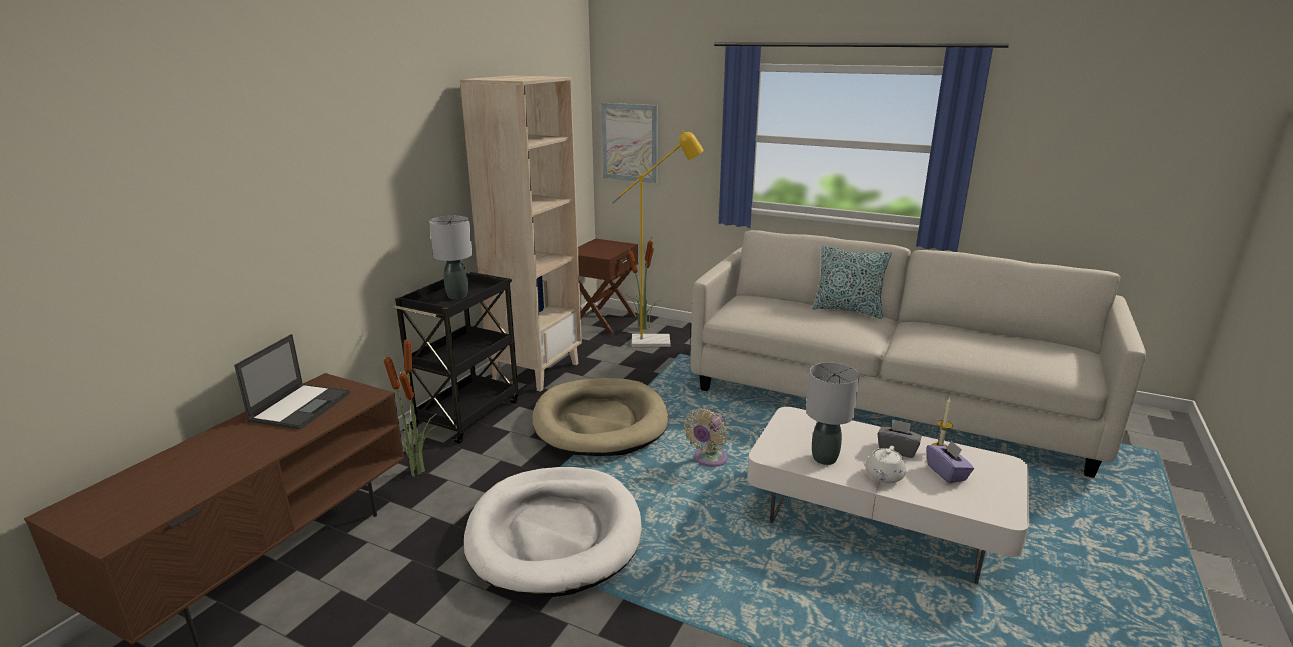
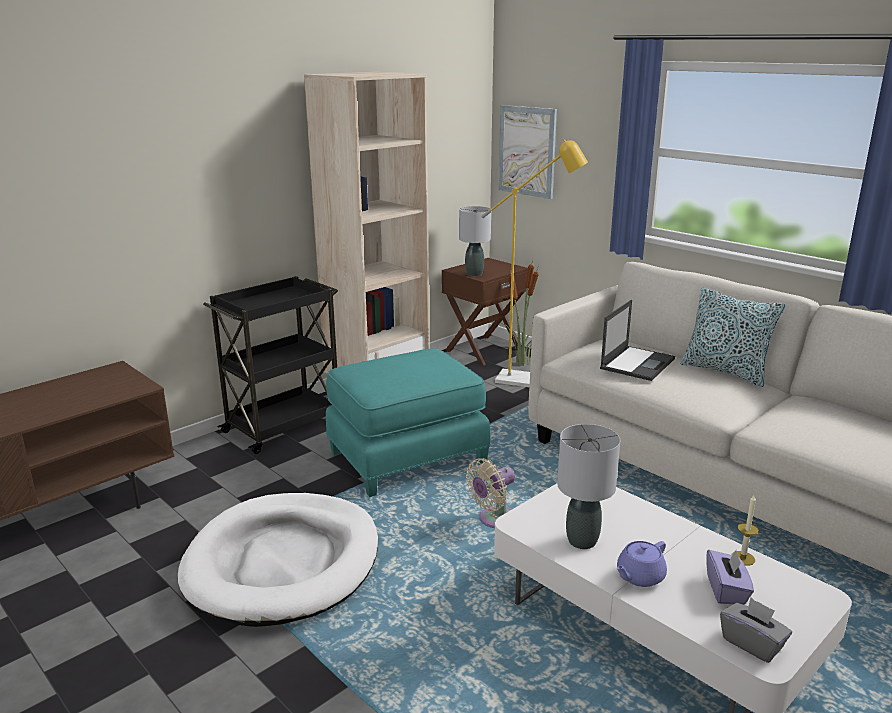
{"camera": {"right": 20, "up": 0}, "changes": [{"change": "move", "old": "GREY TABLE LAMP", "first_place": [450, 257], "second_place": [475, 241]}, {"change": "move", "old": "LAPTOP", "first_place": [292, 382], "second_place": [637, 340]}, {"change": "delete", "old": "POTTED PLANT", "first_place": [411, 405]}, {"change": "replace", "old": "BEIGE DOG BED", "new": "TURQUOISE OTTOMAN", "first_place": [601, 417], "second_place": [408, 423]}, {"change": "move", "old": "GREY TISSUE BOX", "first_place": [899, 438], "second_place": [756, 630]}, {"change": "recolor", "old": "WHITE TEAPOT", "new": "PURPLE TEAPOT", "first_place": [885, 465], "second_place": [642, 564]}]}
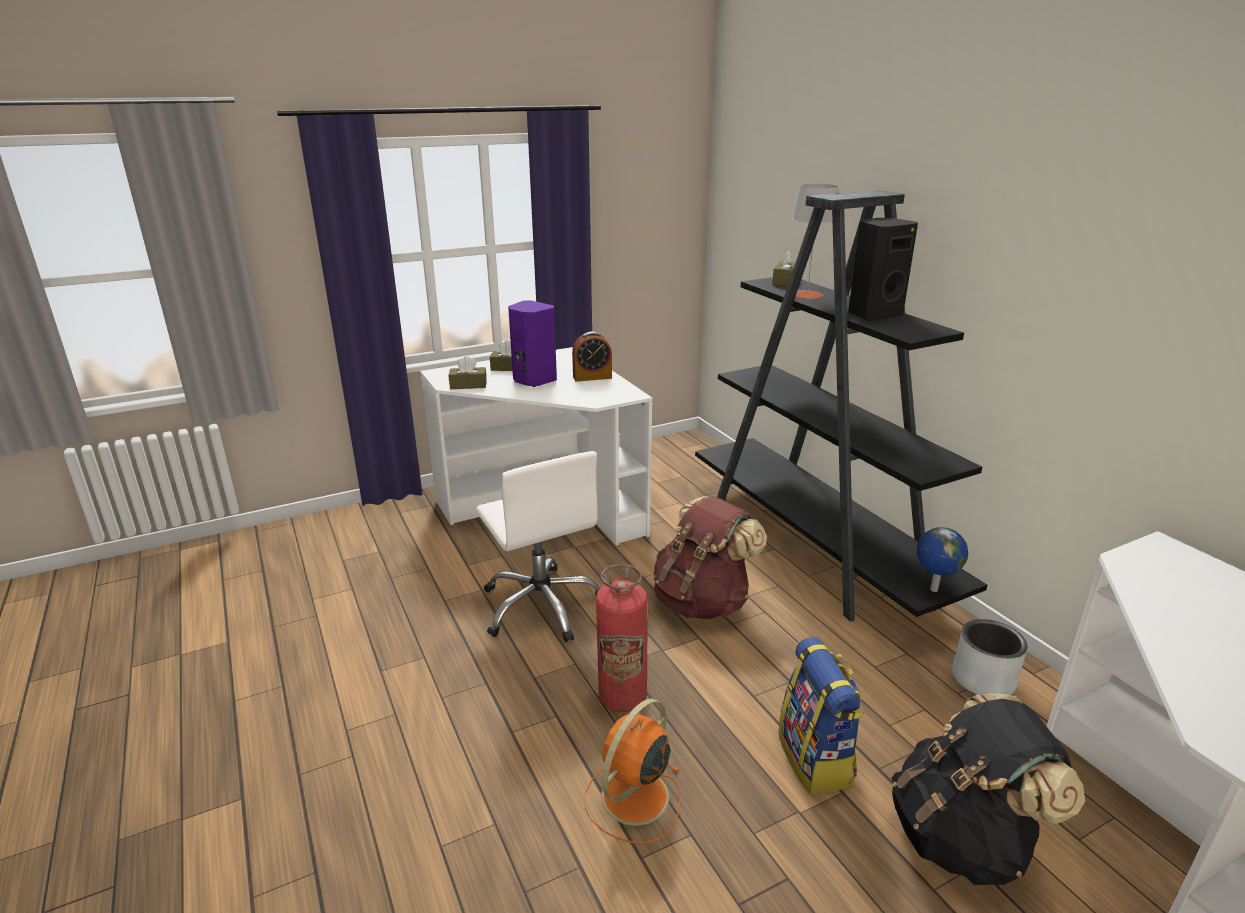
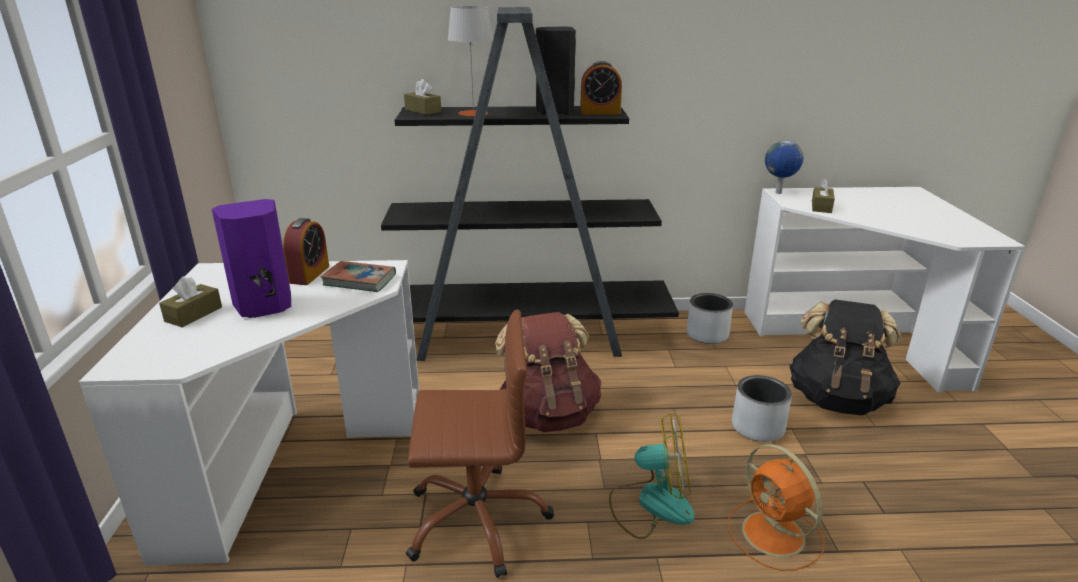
{"camera": {"right": -65, "up": 0}, "changes": [{"change": "move", "old": "BROWN TISSUE BOX", "first_place": [468, 372], "second_place": [823, 196]}, {"change": "recolor", "old": "WHITE OFFICE CHAIR", "new": "BROWN OFFICE CHAIR", "first_place": [538, 546], "second_place": [480, 444]}, {"change": "move", "old": "GLOBE", "first_place": [942, 559], "second_place": [784, 167]}, {"change": "replace", "old": "FIRE EXTINGUISHER", "new": "FAN", "first_place": [622, 638], "second_place": [652, 476]}, {"change": "replace", "old": "BACKPACK", "new": "GREY PLANTER", "first_place": [821, 715], "second_place": [762, 408]}, {"change": "insert", "new": "ALARM CLOCK", "second_place": [601, 87]}, {"change": "insert", "new": "BOOK", "second_place": [358, 276]}]}
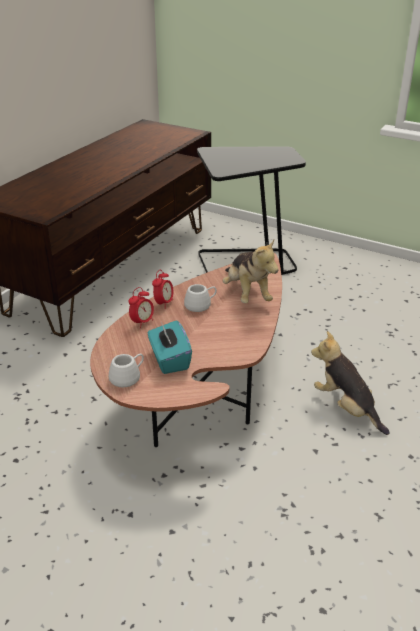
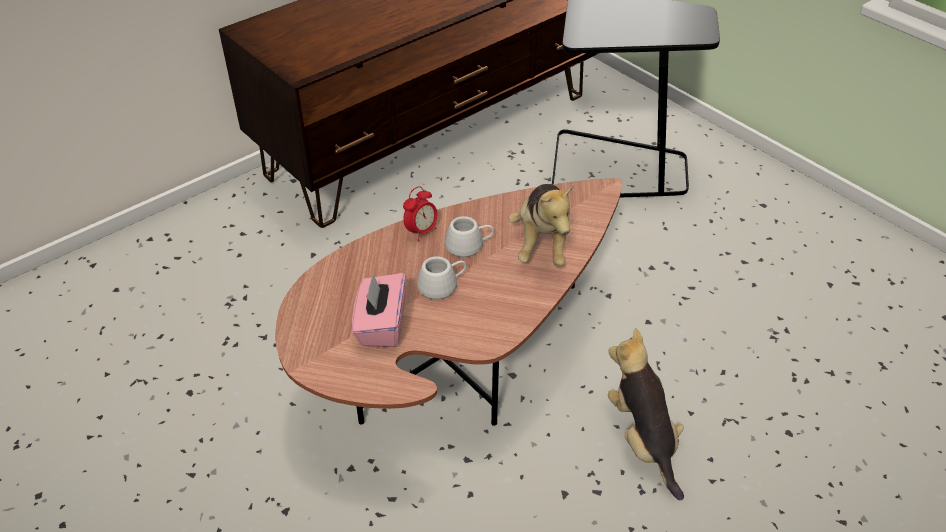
{"camera": {"right": 20, "up": 10}, "changes": [{"change": "delete", "old": "ALARM CLOCK", "first_place": [141, 307]}, {"change": "recolor", "old": "TURQUOISE TISSUE BOX", "new": "PINK TISSUE BOX", "first_place": [170, 347], "second_place": [379, 310]}, {"change": "move", "old": "WHITE MUG", "first_place": [126, 370], "second_place": [441, 278]}]}
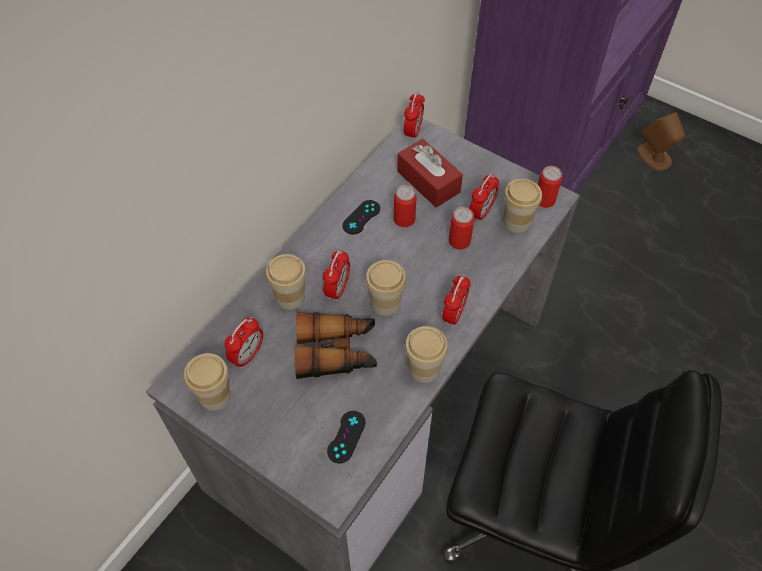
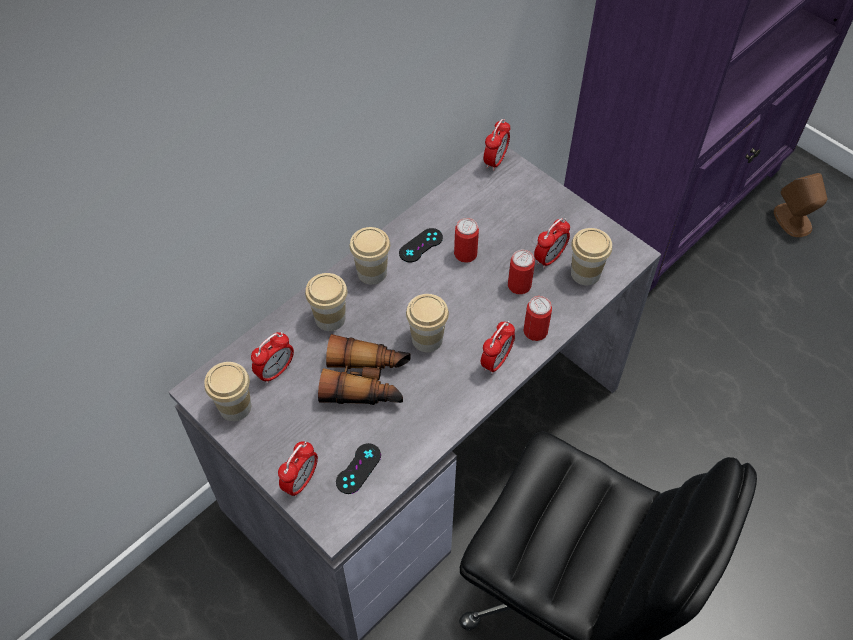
{"camera": {"right": 10, "up": 0}, "changes": [{"change": "delete", "old": "RED TISSUE BOX", "first_place": [430, 173]}, {"change": "move", "old": "CAN", "first_place": [550, 187], "second_place": [537, 318]}, {"change": "move", "old": "ALARM CLOCK", "first_place": [336, 275], "second_place": [298, 469]}, {"change": "move", "old": "CUP", "first_place": [426, 354], "second_place": [370, 256]}]}
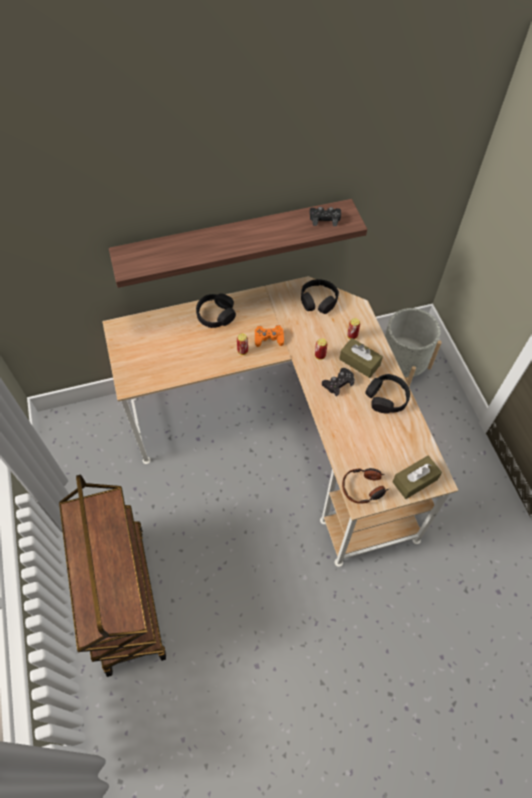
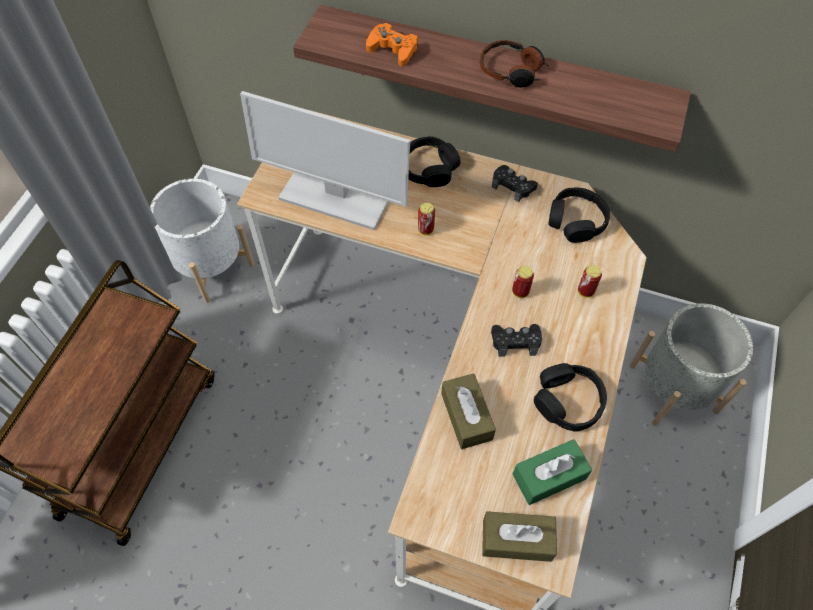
{"camera": {"right": 35, "up": 0}, "changes": [{"change": "move", "old": "BLACK GAME CONTROLLER", "first_place": [325, 216], "second_place": [515, 183]}, {"change": "move", "old": "ORANGE GAME CONTROLLER", "first_place": [269, 336], "second_place": [392, 45]}, {"change": "move", "old": "BROWN TISSUE BOX", "first_place": [361, 358], "second_place": [468, 411]}, {"change": "move", "old": "HEADPHONES", "first_place": [365, 486], "second_place": [514, 63]}, {"change": "insert", "new": "MONITOR", "second_place": [325, 160]}, {"change": "insert", "new": "WHITE PLANTER", "second_place": [202, 241]}, {"change": "insert", "new": "GREEN TISSUE BOX", "second_place": [552, 472]}]}
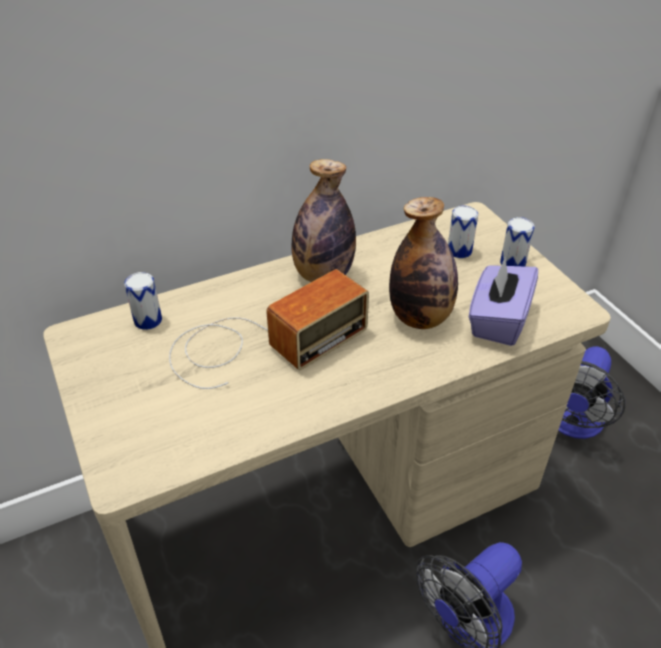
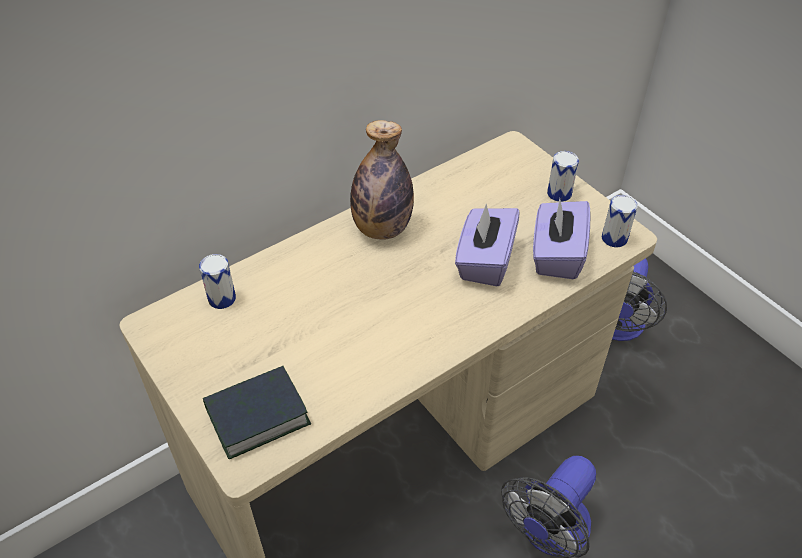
{"camera": {"right": -10, "up": 5}, "changes": [{"change": "replace", "old": "BOTTLE", "new": "PURPLE TISSUE BOX", "first_place": [423, 263], "second_place": [487, 245]}, {"change": "move", "old": "CAN", "first_place": [463, 231], "second_place": [620, 221]}, {"change": "delete", "old": "RADIO", "first_place": [269, 329]}, {"change": "insert", "new": "BOOK", "second_place": [257, 412]}]}
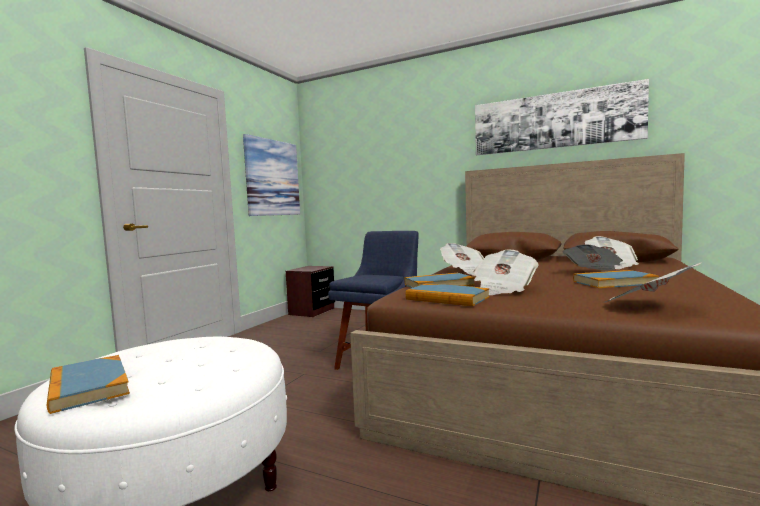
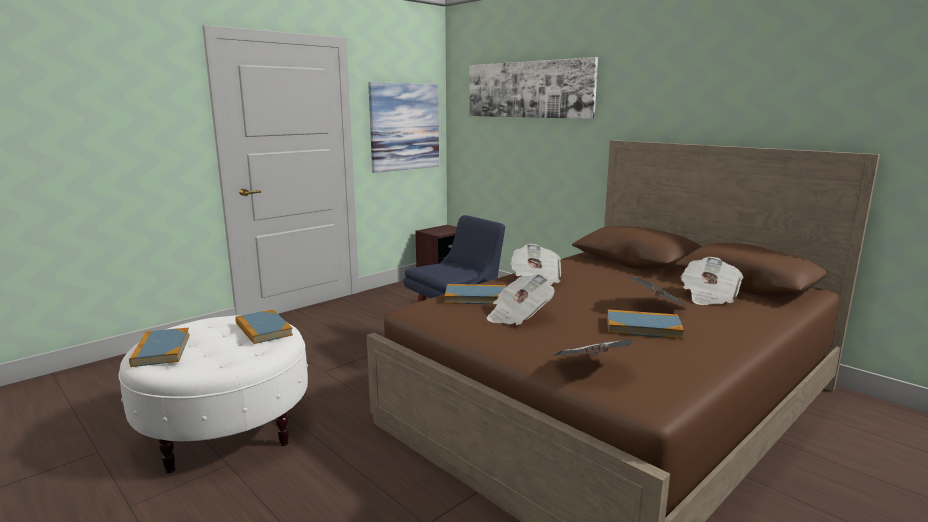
{"camera": {"right": 20, "up": 10}, "changes": [{"change": "move", "old": "PICTURE", "first_place": [562, 117], "second_place": [533, 88]}, {"change": "move", "old": "BOOK", "first_place": [447, 295], "second_place": [264, 326]}]}
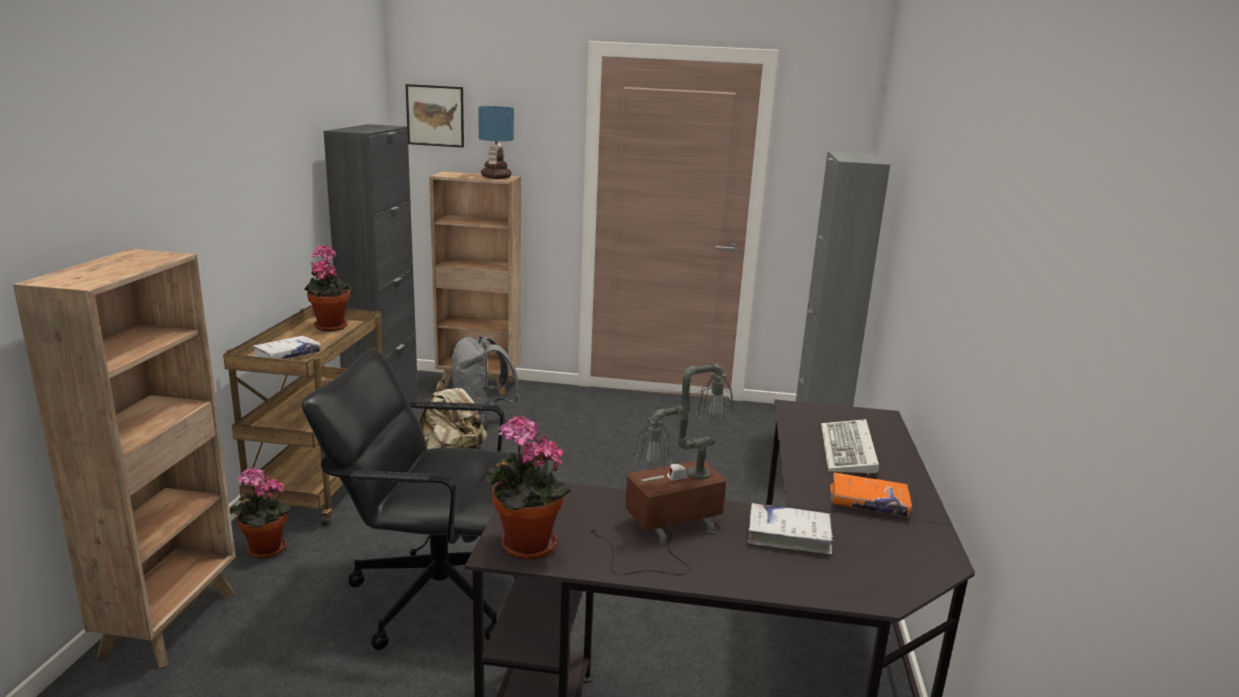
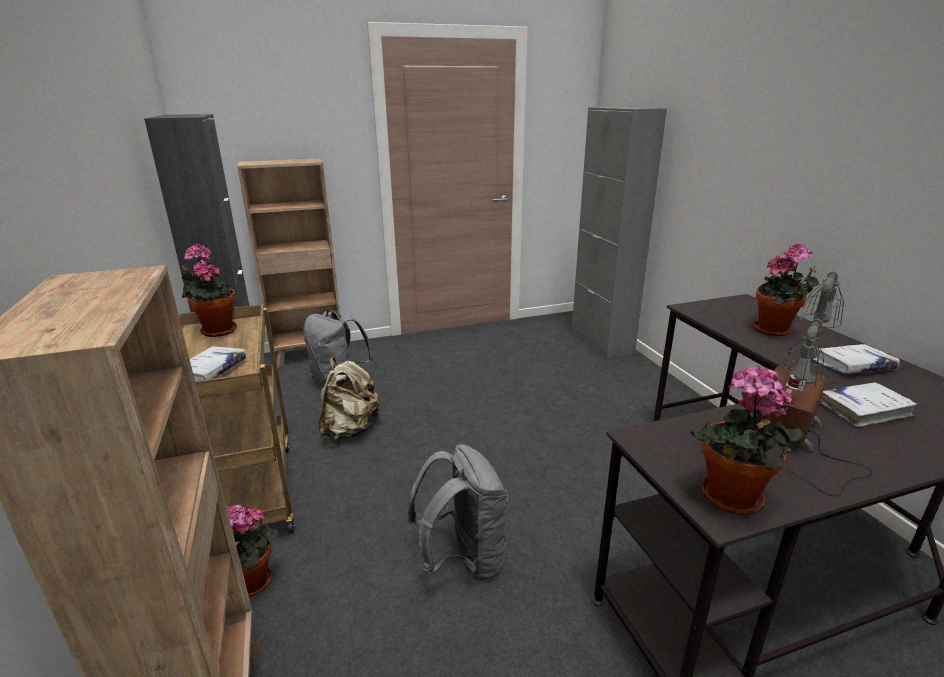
{"camera": {"right": -25, "up": 5}, "changes": [{"change": "delete", "old": "PICTURE", "first_place": [435, 116]}, {"change": "delete", "old": "TABLE LAMP", "first_place": [496, 142]}, {"change": "replace", "old": "BLACK OFFICE CHAIR", "new": "GREY BACKPACK", "first_place": [425, 499], "second_place": [458, 512]}, {"change": "replace", "old": "KEYBOARD", "new": "POTTED PLANT", "first_place": [850, 447], "second_place": [786, 290]}, {"change": "recolor", "old": "ORANGE BOOK", "new": "WHITE BOOK", "first_place": [871, 494], "second_place": [856, 359]}]}
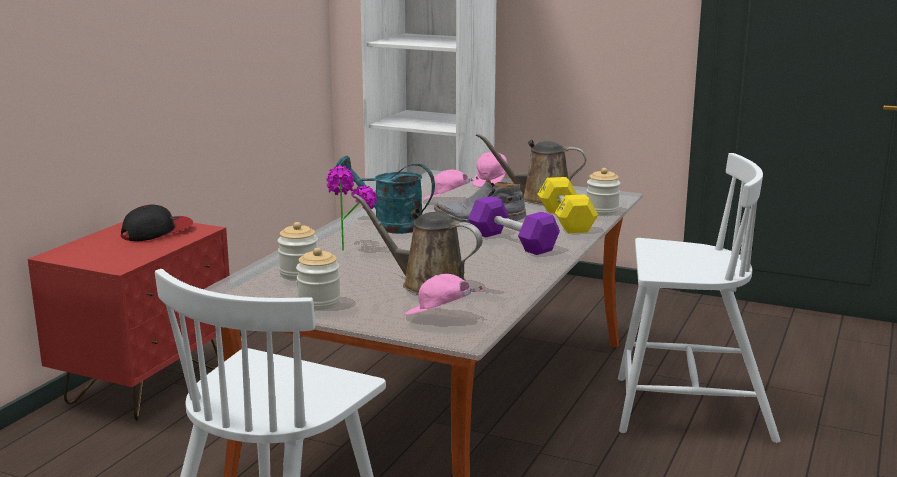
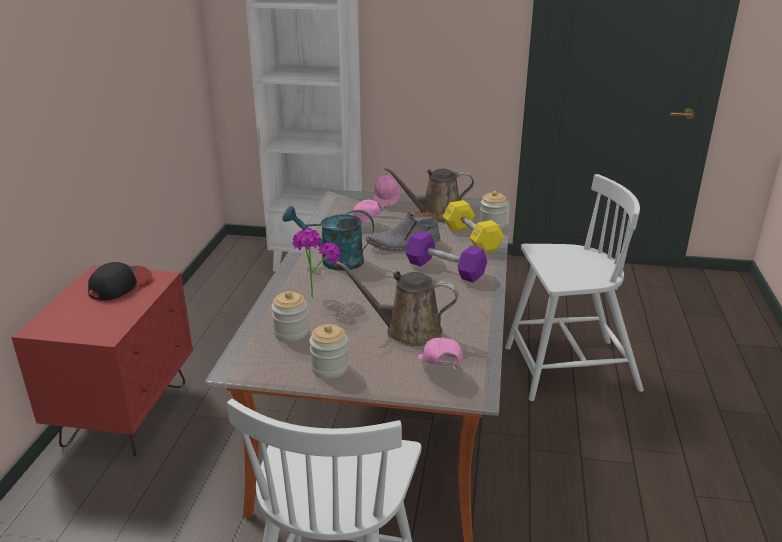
{"camera": {"right": -15, "up": 10}, "changes": [{"change": "rotate", "old": "PINK CAP", "first_place": [444, 294], "second_place": [440, 353], "degrees": 75}]}
